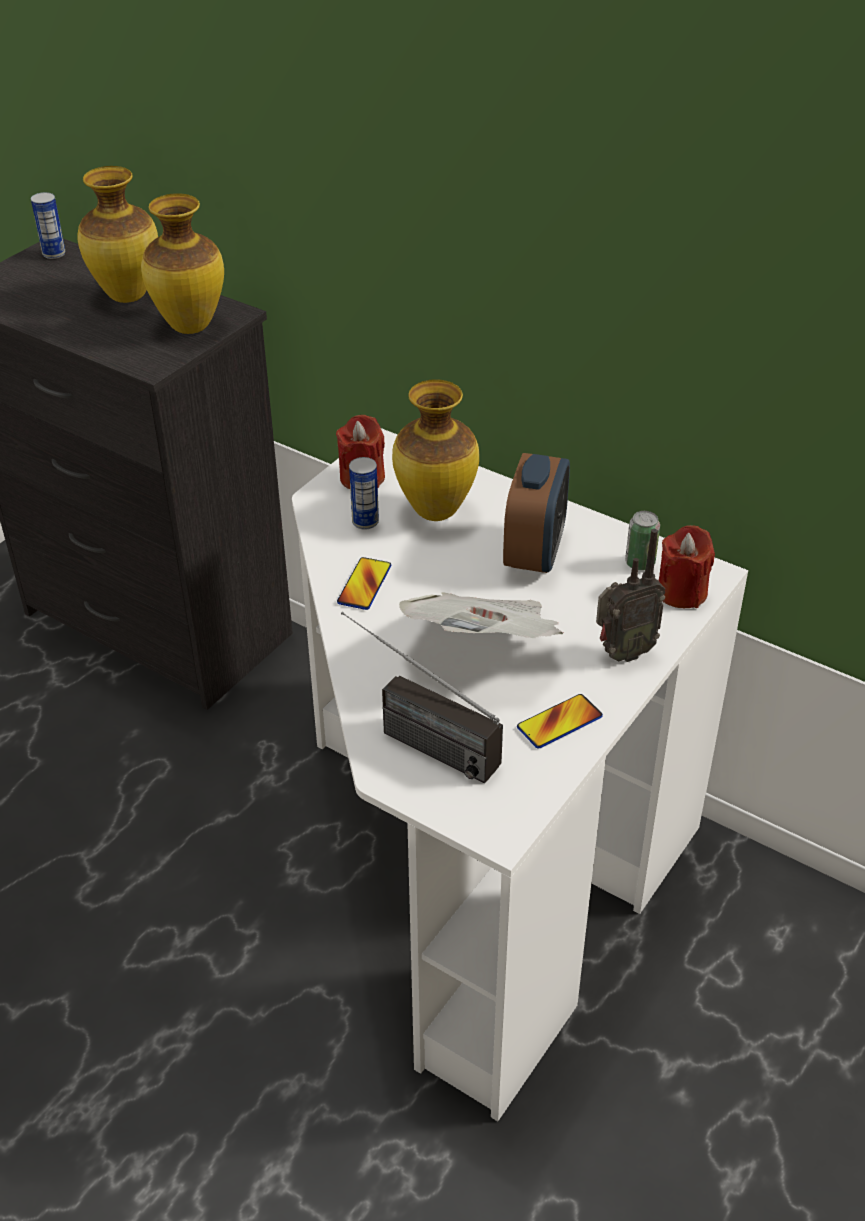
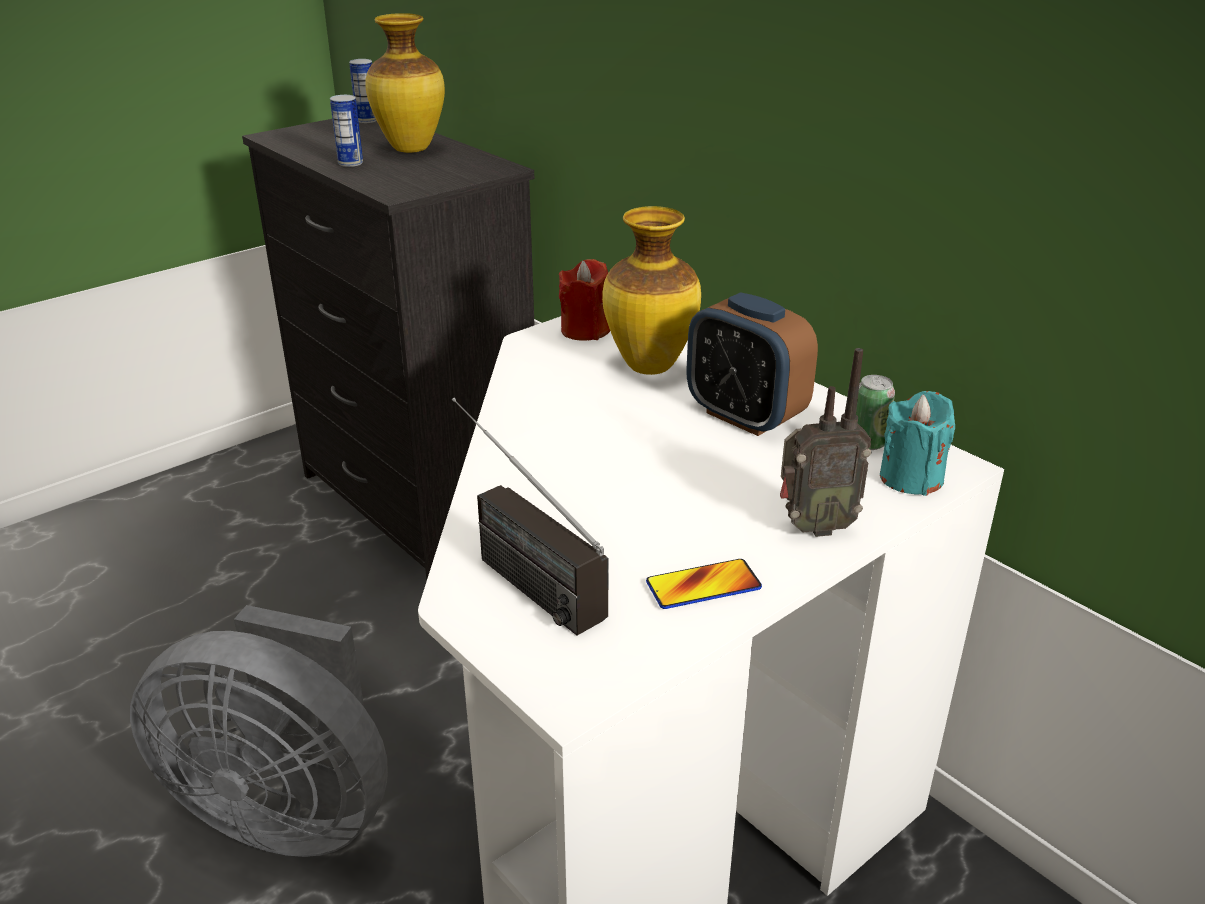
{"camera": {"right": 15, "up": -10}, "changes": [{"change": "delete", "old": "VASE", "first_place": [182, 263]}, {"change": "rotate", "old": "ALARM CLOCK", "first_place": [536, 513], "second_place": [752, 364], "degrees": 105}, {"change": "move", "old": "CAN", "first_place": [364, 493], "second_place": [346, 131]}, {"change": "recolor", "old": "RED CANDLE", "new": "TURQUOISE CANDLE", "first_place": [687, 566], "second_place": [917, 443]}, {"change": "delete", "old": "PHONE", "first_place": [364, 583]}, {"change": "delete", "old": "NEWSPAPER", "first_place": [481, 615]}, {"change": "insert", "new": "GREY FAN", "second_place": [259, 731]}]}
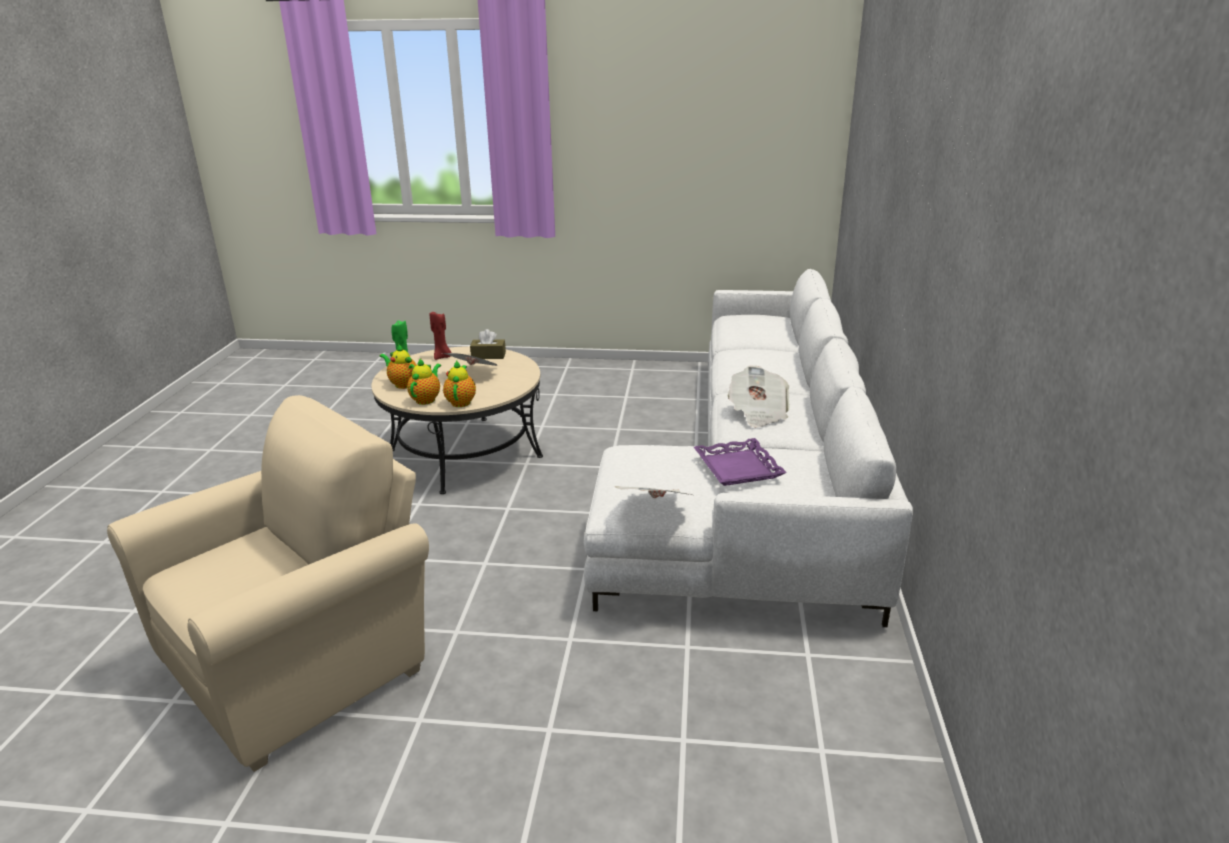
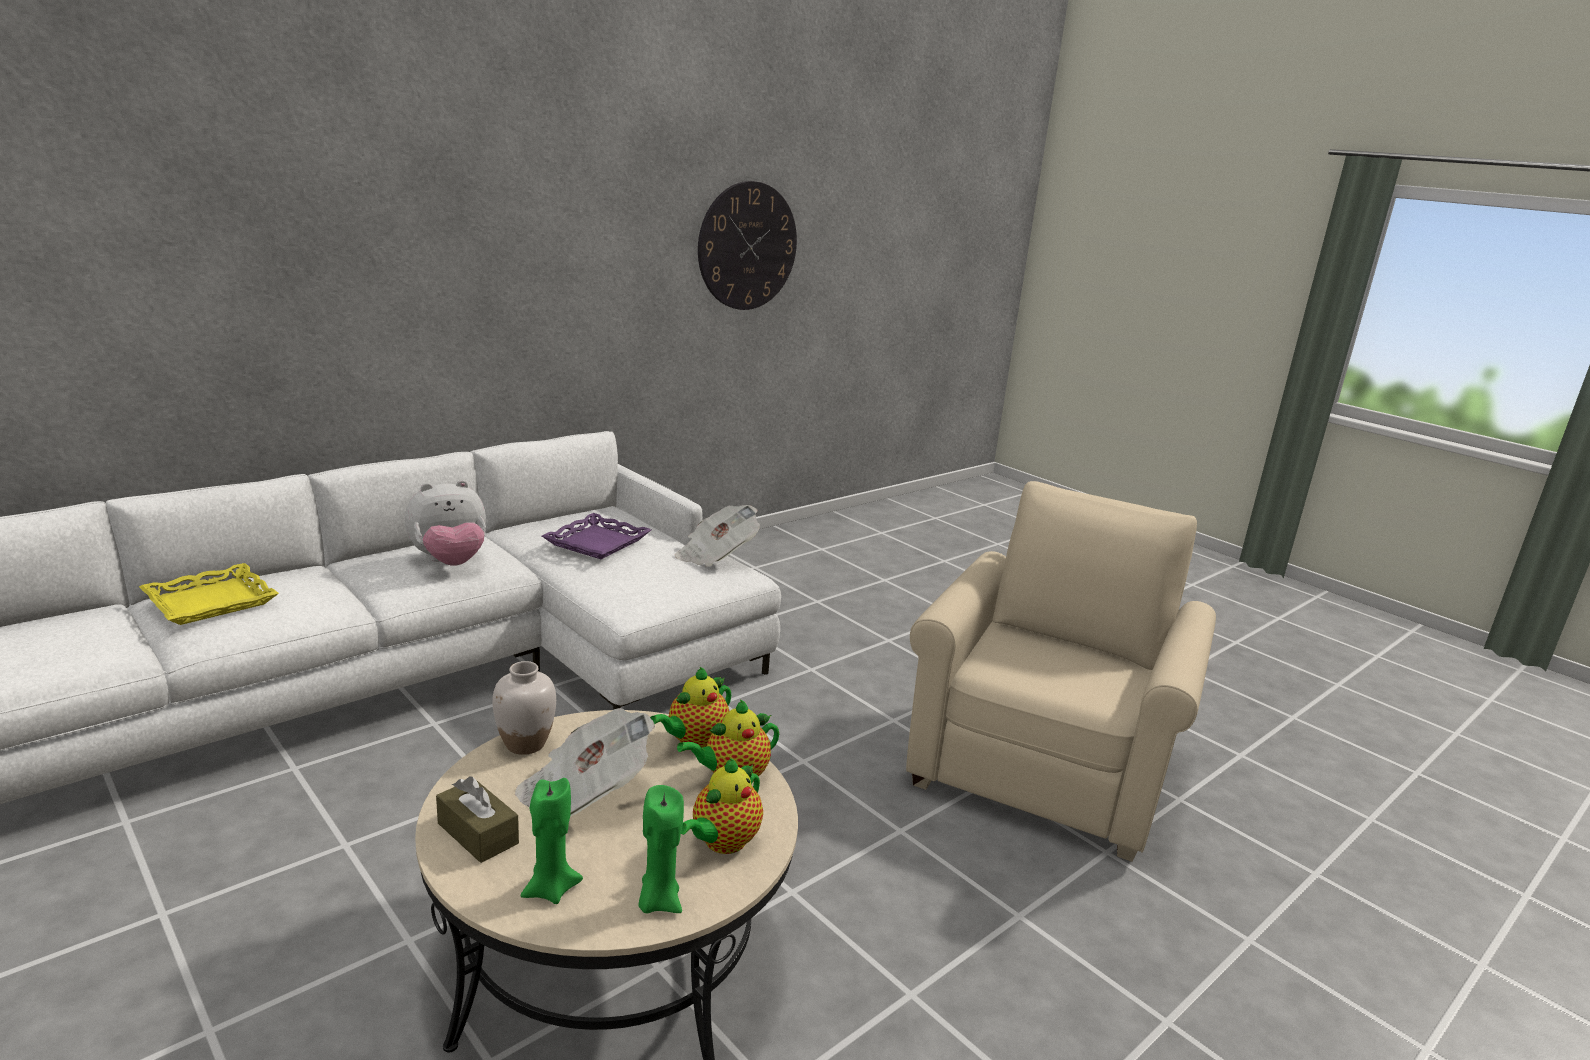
{"camera": {"right": -140, "up": -5}, "changes": [{"change": "recolor", "old": "RED CANDLE", "new": "GREEN CANDLE", "first_place": [441, 336], "second_place": [552, 841]}, {"change": "rotate", "old": "TEAPOT", "first_place": [398, 366], "second_place": [722, 806], "degrees": 45}, {"change": "replace", "old": "NEWSPAPER", "new": "PLUSH TOY", "first_place": [759, 397], "second_place": [445, 523]}, {"change": "rotate", "old": "BEIGE ARMCHAIR", "first_place": [268, 583], "second_place": [1061, 671], "degrees": 120}, {"change": "insert", "new": "WALL CLOCK", "second_place": [747, 245]}, {"change": "insert", "new": "YELLOW TRAY", "second_place": [209, 594]}, {"change": "insert", "new": "WHITE VASE", "second_place": [524, 708]}]}
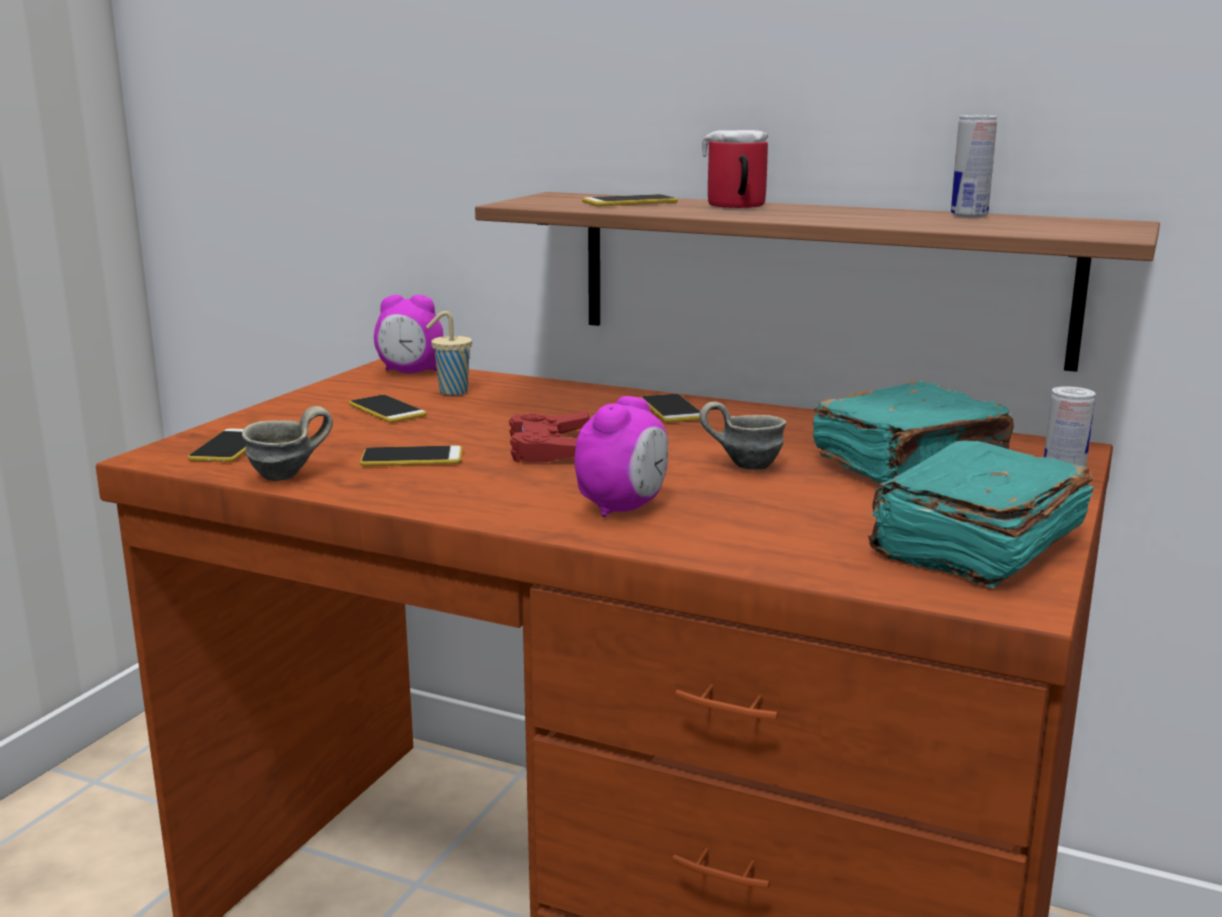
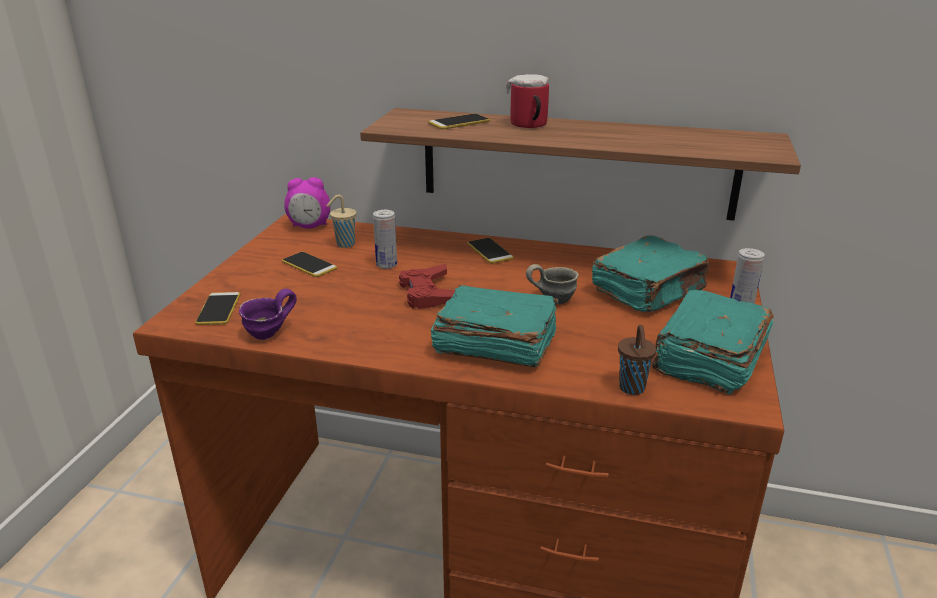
{"camera": {"right": -10, "up": 10}, "changes": [{"change": "move", "old": "CAN", "first_place": [974, 166], "second_place": [385, 239]}, {"change": "replace", "old": "ALARM CLOCK", "new": "TURQUOISE BOOK", "first_place": [621, 456], "second_place": [495, 326]}, {"change": "recolor", "old": "GREY MUG", "new": "PURPLE MUG", "first_place": [287, 443], "second_place": [268, 314]}, {"change": "delete", "old": "PHONE", "first_place": [411, 455]}, {"change": "insert", "new": "BROWN CUP", "second_place": [637, 360]}]}
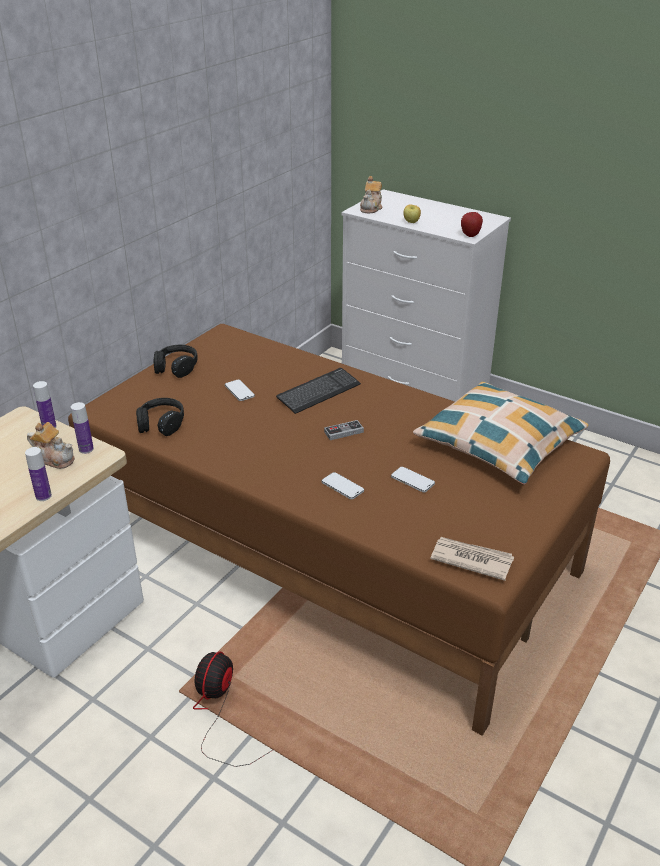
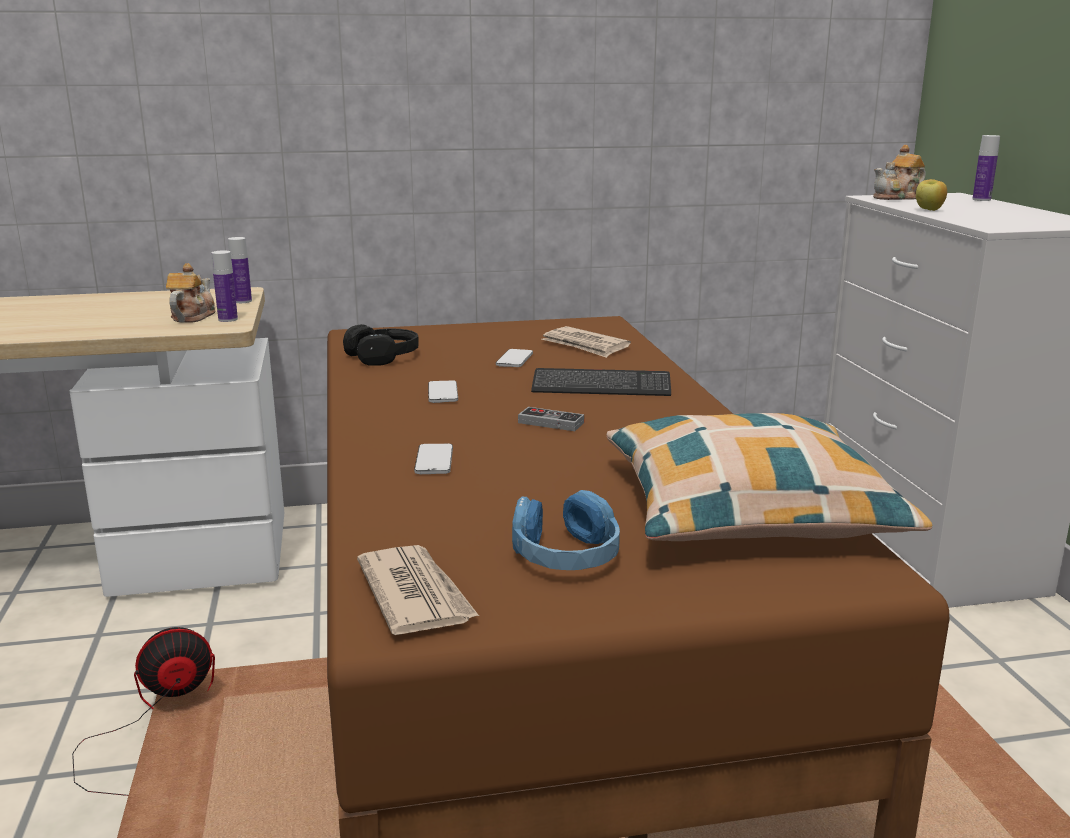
{"camera": {"right": 45, "up": -15}, "changes": [{"change": "delete", "old": "APPLE", "first_place": [472, 224]}, {"change": "delete", "old": "BLACK HEADPHONES", "first_place": [175, 361]}, {"change": "rotate", "old": "TEAPOT", "first_place": [51, 445], "second_place": [190, 293], "degrees": -150}, {"change": "move", "old": "BOTTLE", "first_place": [38, 474], "second_place": [986, 168]}, {"change": "move", "old": "PHONE", "first_place": [413, 479], "second_place": [443, 391]}, {"change": "insert", "new": "NEWSPAPER", "second_place": [586, 342]}, {"change": "insert", "new": "BLUE HEADPHONES", "second_place": [566, 530]}]}
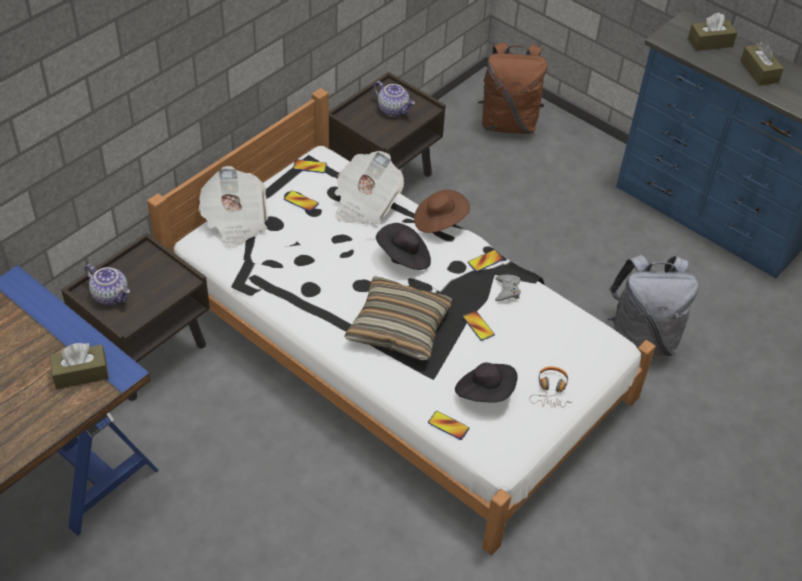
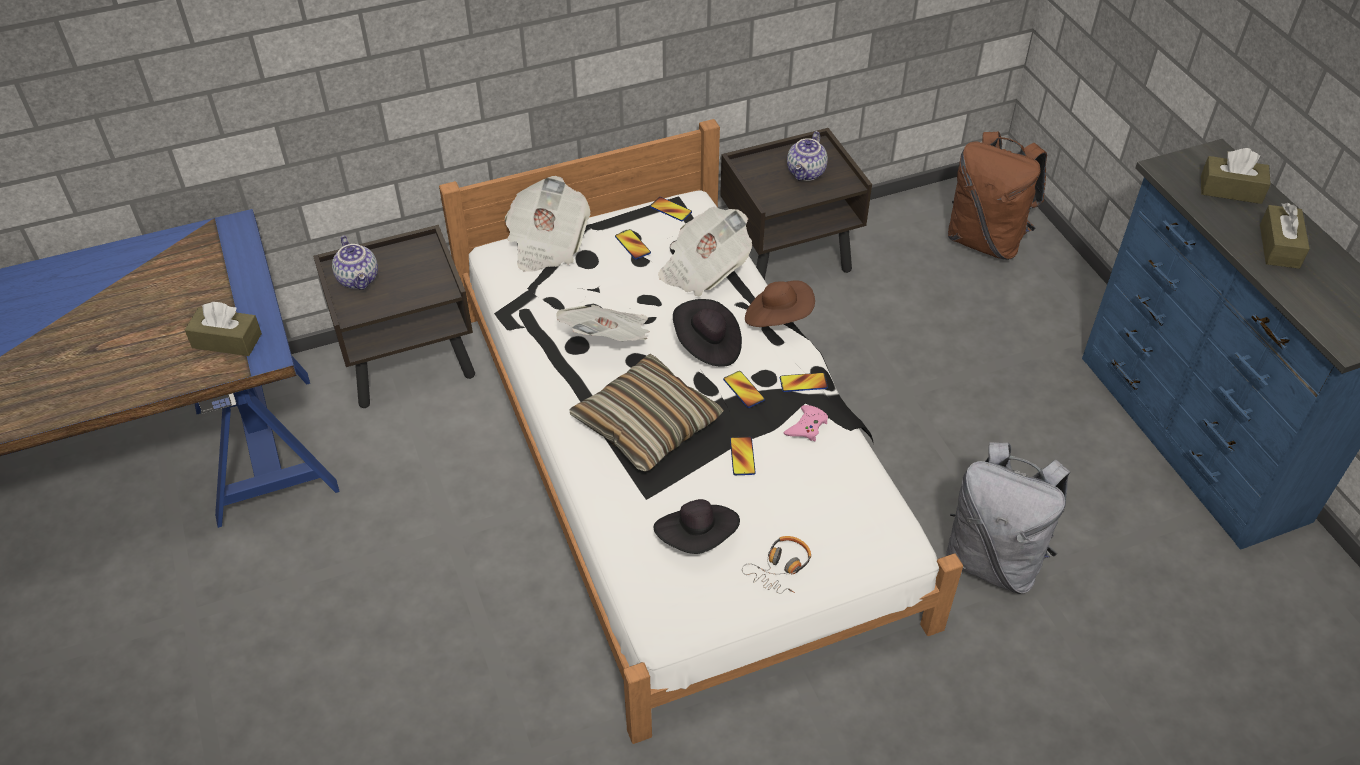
{"camera": {"right": 30, "up": 0}, "changes": [{"change": "rotate", "old": "TEAPOT", "first_place": [394, 99], "second_place": [807, 156], "degrees": 45}, {"change": "recolor", "old": "GREY GAME CONTROLLER", "new": "PINK GAME CONTROLLER", "first_place": [508, 288], "second_place": [806, 423]}, {"change": "move", "old": "PHONE", "first_place": [448, 425], "second_place": [744, 389]}, {"change": "insert", "new": "NEWSPAPER", "second_place": [603, 323]}]}
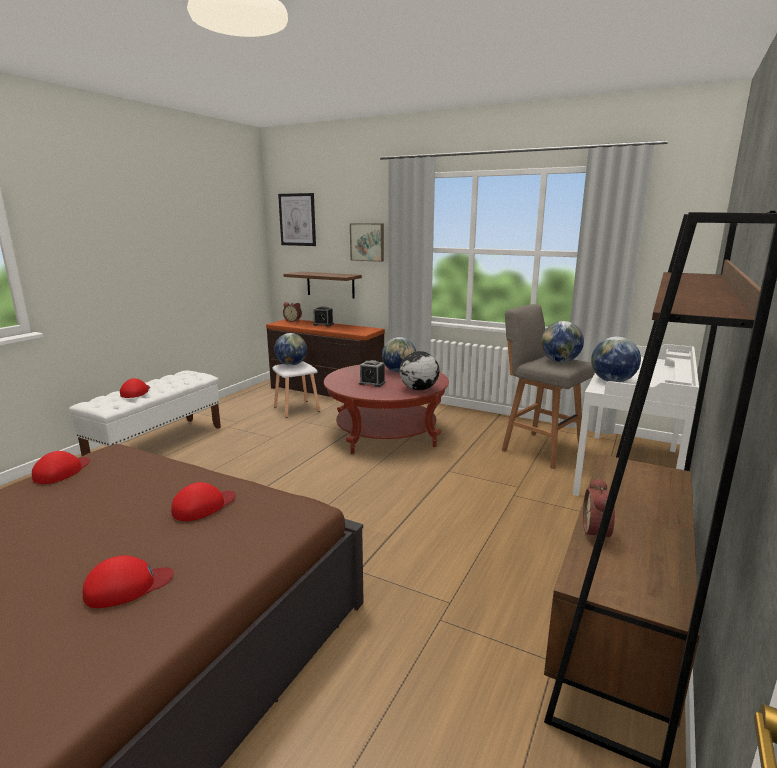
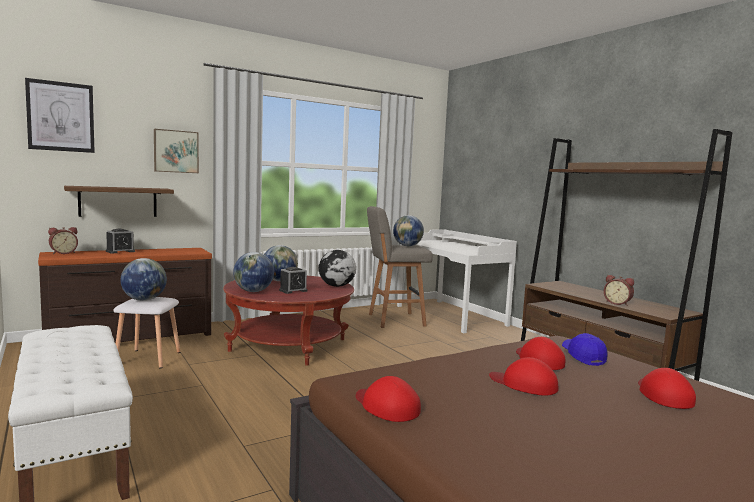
{"camera": {"right": -60, "up": -10}, "changes": [{"change": "move", "old": "GLOBE", "first_place": [616, 359], "second_place": [253, 272]}, {"change": "move", "old": "RED CAP", "first_place": [135, 388], "second_place": [523, 376]}, {"change": "insert", "new": "BLUE CAP", "second_place": [584, 349]}]}
